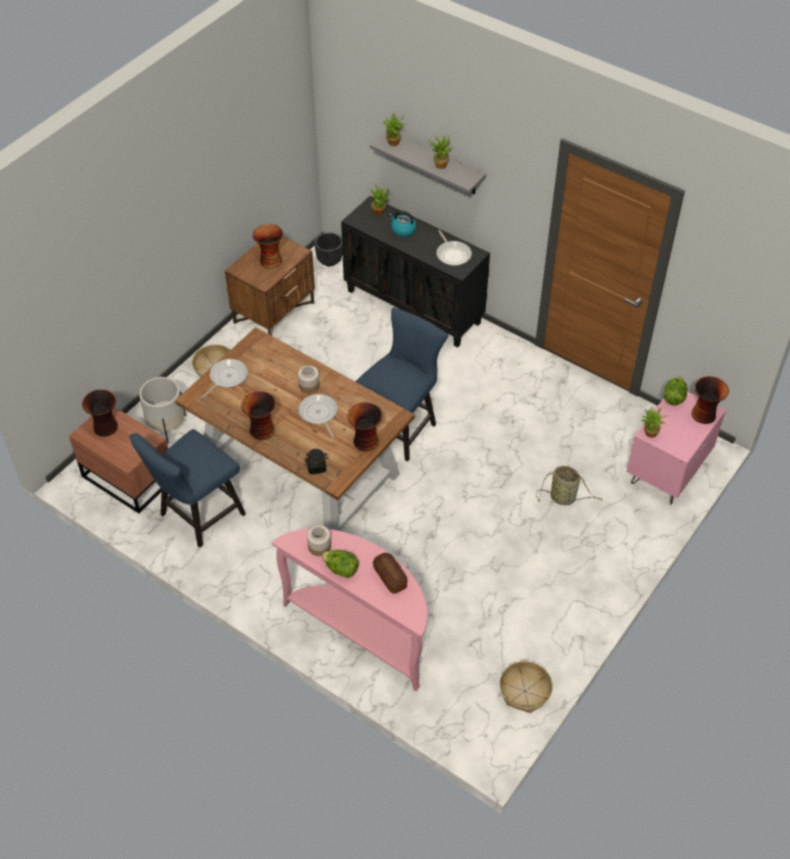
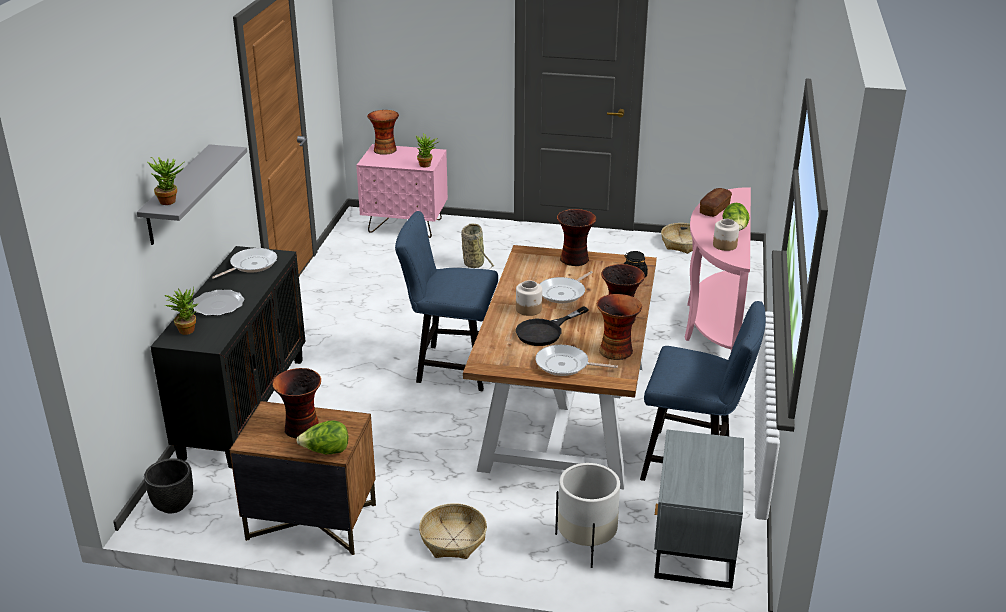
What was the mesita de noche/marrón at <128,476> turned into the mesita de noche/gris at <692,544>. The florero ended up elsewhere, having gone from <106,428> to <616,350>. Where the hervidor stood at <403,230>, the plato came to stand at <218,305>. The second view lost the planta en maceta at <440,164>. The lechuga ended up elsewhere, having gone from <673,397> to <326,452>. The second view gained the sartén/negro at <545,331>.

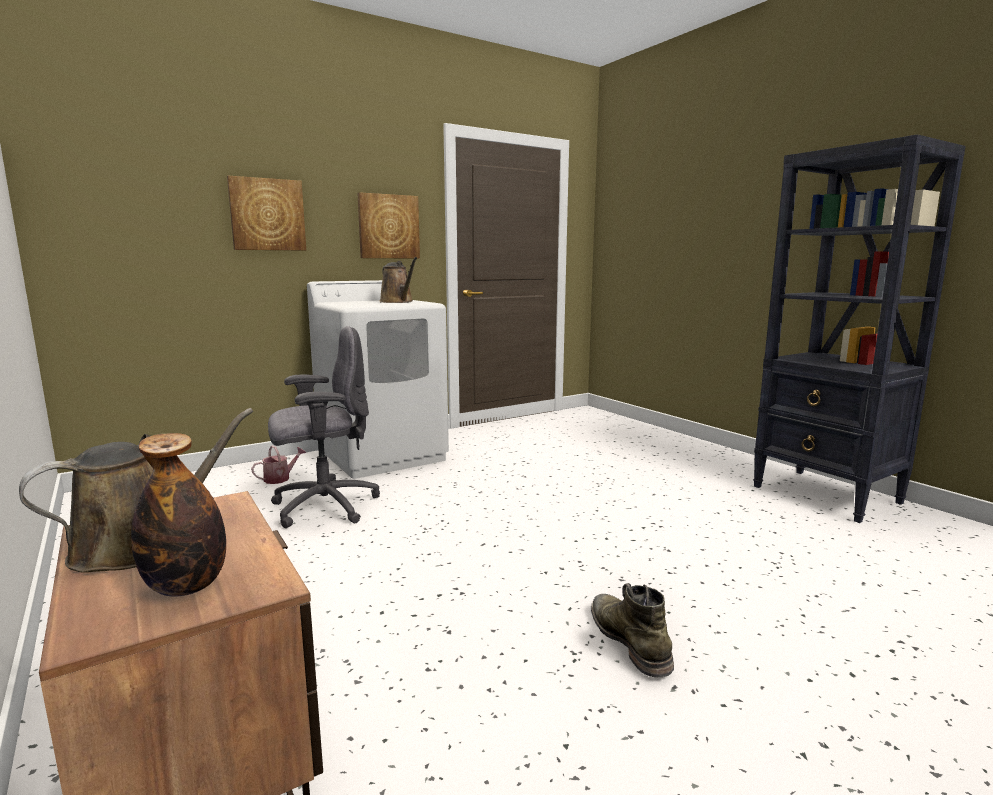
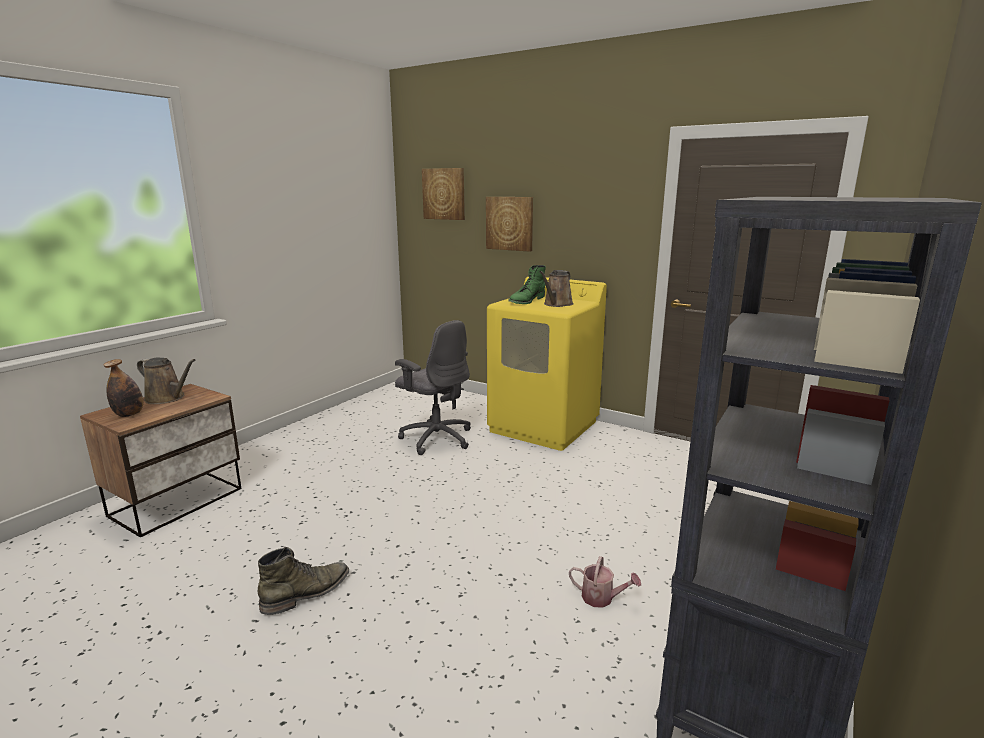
The regadera ended up elsewhere, having gone from <280,478> to <602,598>. What was the lavadora/blanco at <383,455> turned into the lavadora/amarillo at <544,426>. The cuadro ended up elsewhere, having gone from <388,226> to <444,194>. The second view gained the bota/verde at <526,301>.

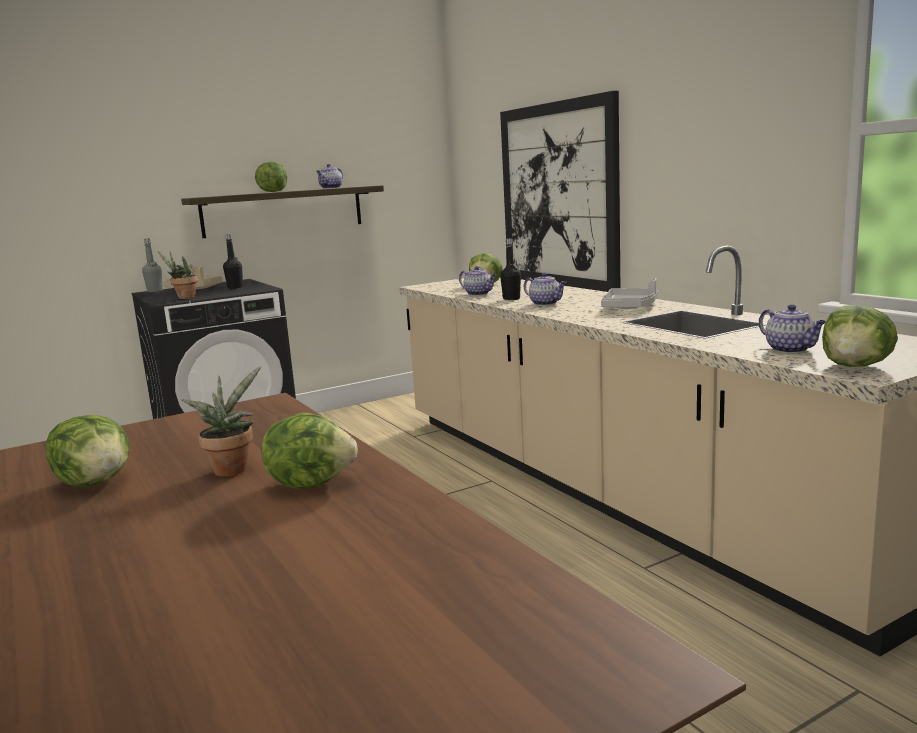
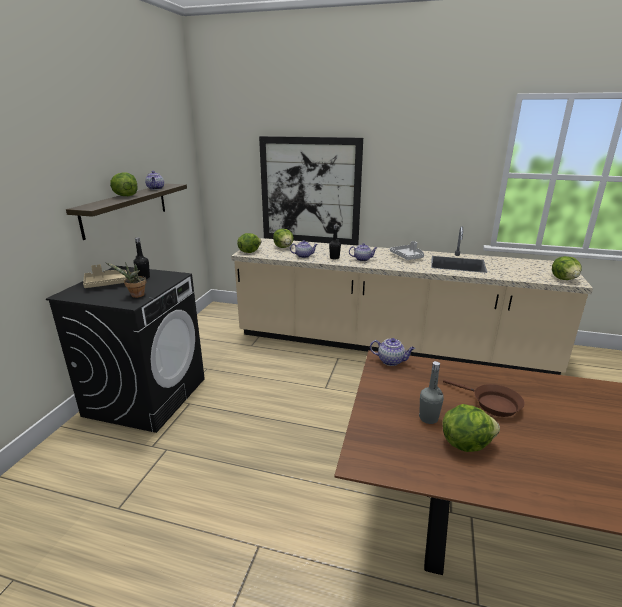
The botella/gris ended up elsewhere, having gone from <155,291> to <428,418>. Where the planta en maceta stood at <232,468>, the sartén/marrón came to stand at <492,404>. The lechuga ended up elsewhere, having gone from <311,483> to <249,252>. The tetera ended up elsewhere, having gone from <791,350> to <391,361>.

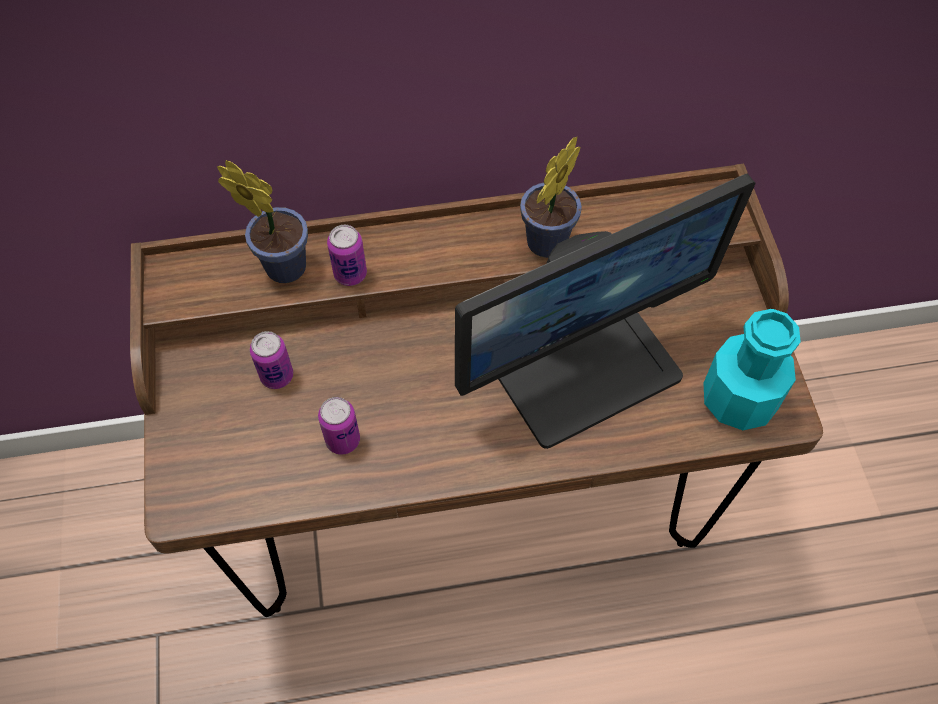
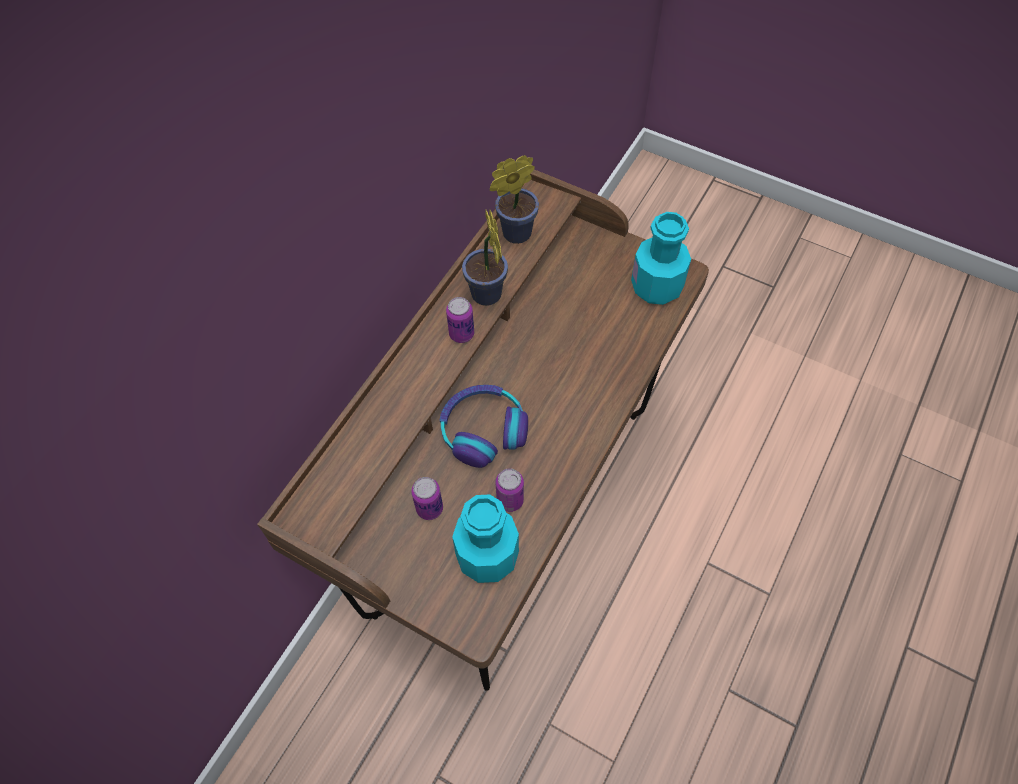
The planta en maceta ended up elsewhere, having gone from <281,265> to <513,234>. The lata ended up elsewhere, having gone from <350,274> to <461,334>. The second view lost the monitor at <585,369>. The second view gained the auriculares at <483,430>. The second view gained the botella/turquesa at <487,555>.

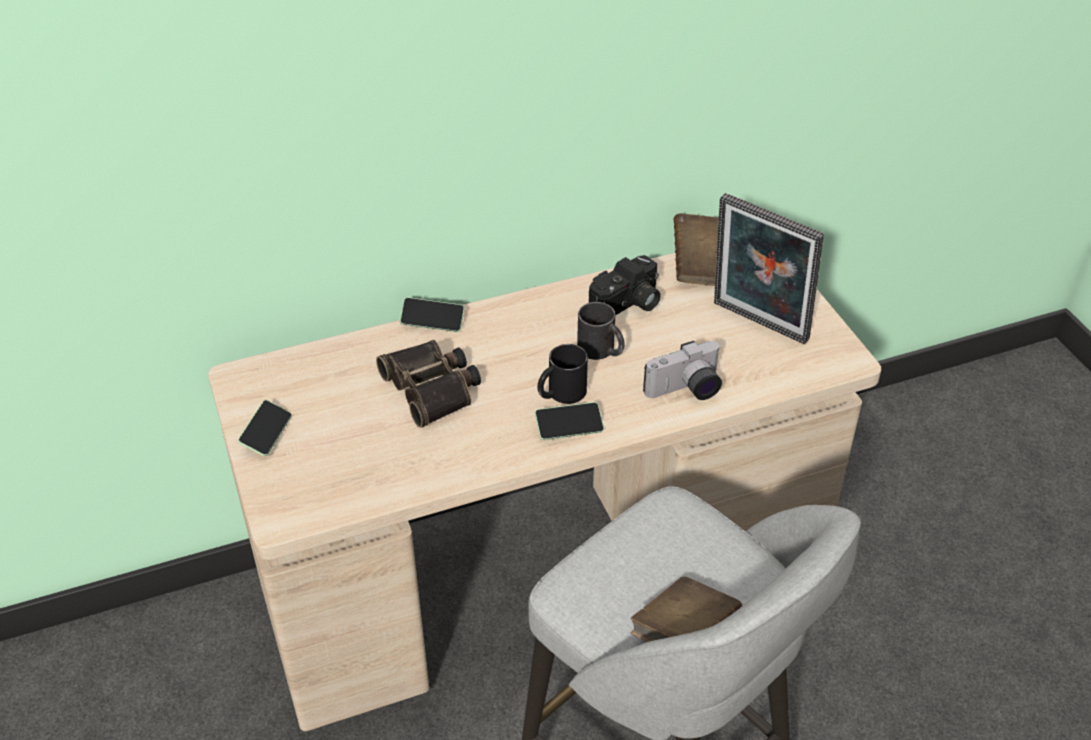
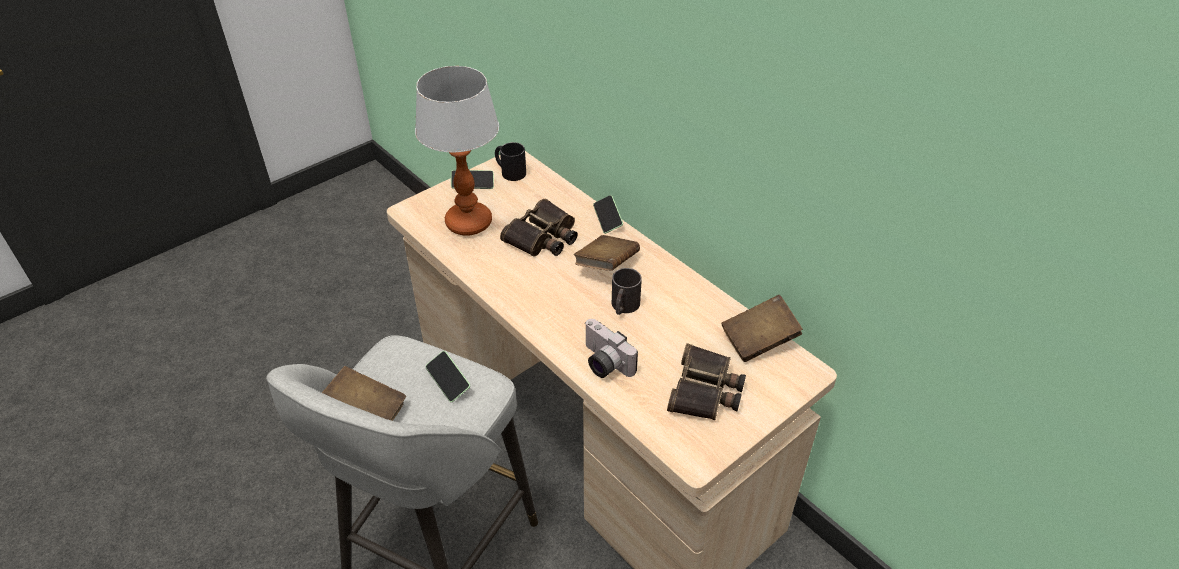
The móvil ended up elsewhere, having gone from <569,428> to <448,381>. The taza grande/negro ended up elsewhere, having gone from <560,393> to <509,171>. The second view lost the cámara at <628,305>. Where the portarretratos stood at <757,324>, the prismáticos came to stand at <706,391>. The second view gained the lámpara de mesa at <469,223>. The second view gained the libro/marrón at <606,265>.

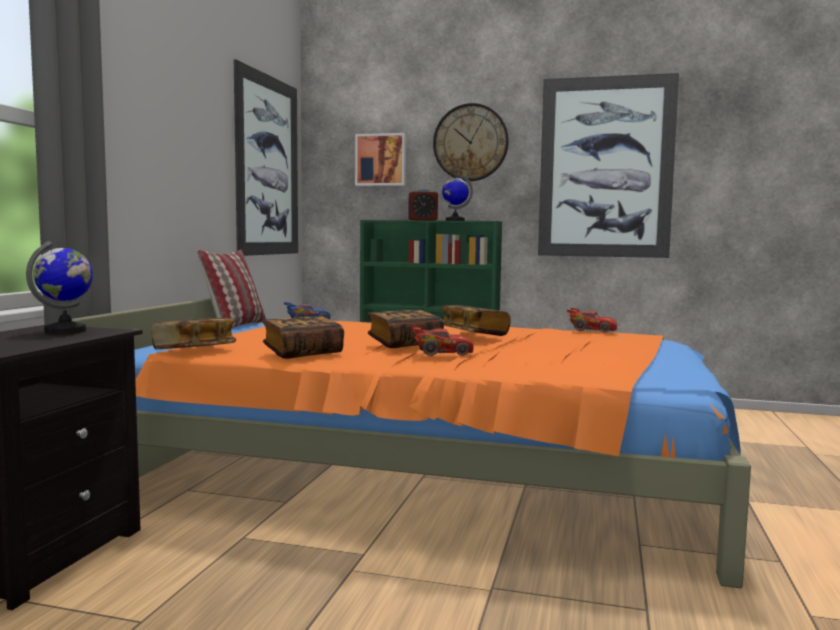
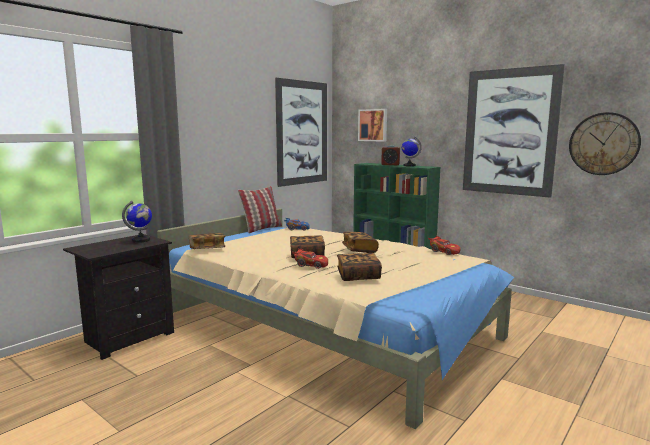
What was the cama/naranja at <425,475> turned into the cama/beis at <327,326>. The libro ended up elsewhere, having gone from <303,353> to <358,276>. The reloj de pared ended up elsewhere, having gone from <470,142> to <603,144>.

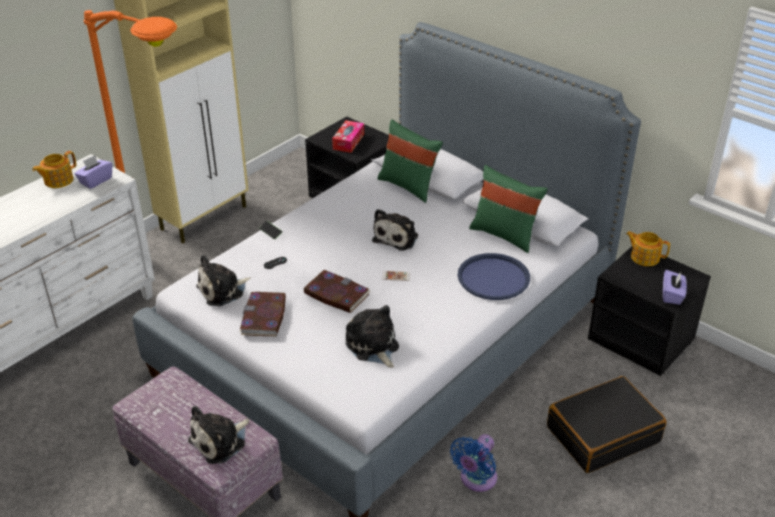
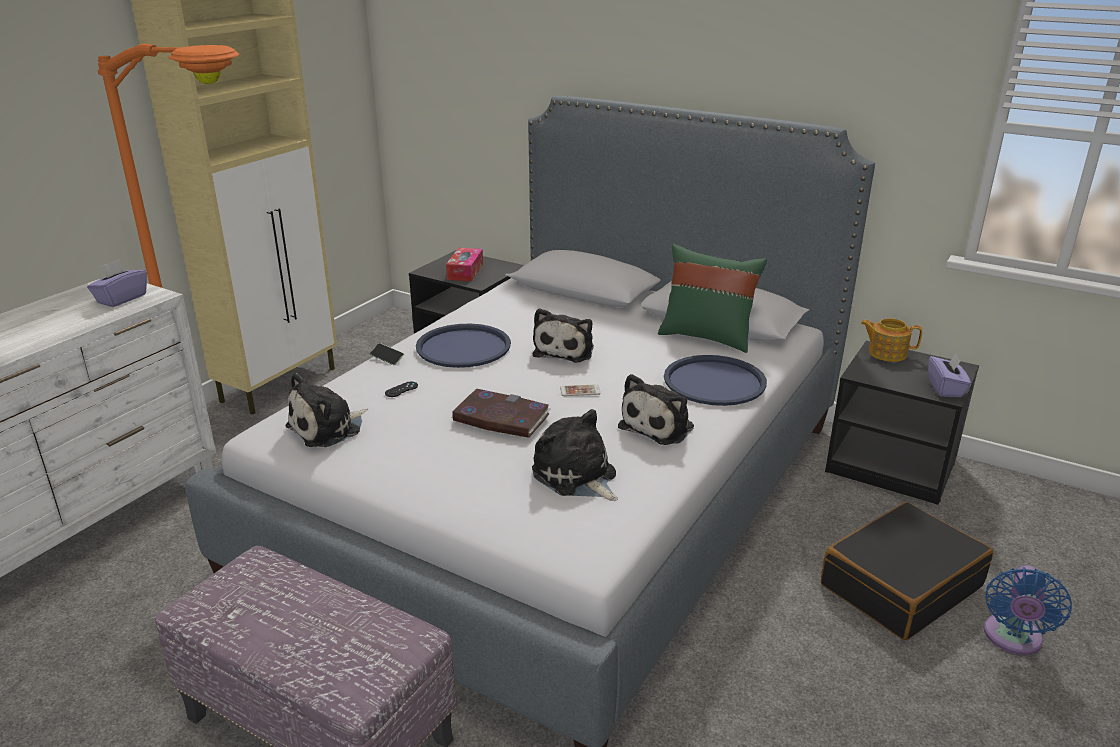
The second view lost the tetera at <58,180>. The peluche ended up elsewhere, having gone from <220,441> to <659,426>. The second view lost the libro at <264,317>. The second view lost the cojín/verde at <409,186>. The ventilador/azul ended up elsewhere, having gone from <476,480> to <1012,639>. The second view gained the bandeja/azul at <463,347>.

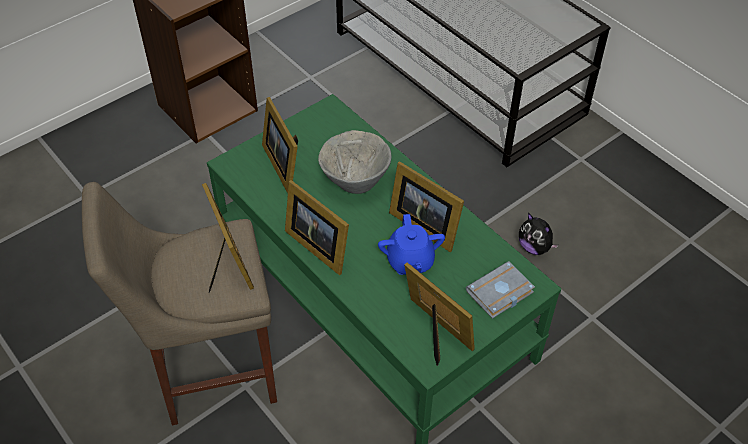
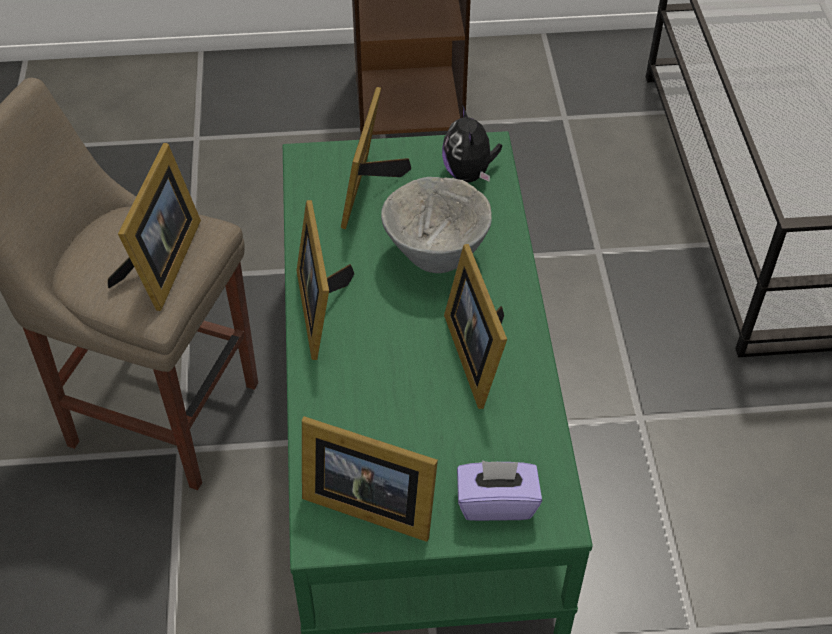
The second view lost the tetera/azul at <410,261>. The portarretratos at <436,332> ended up facing another way, 120 degrees clockwise from before. Where the libro/gris stood at <500,294>, the caja de pañuelos/morado came to stand at <496,502>. The peluche ended up elsewhere, having gone from <534,247> to <469,174>.

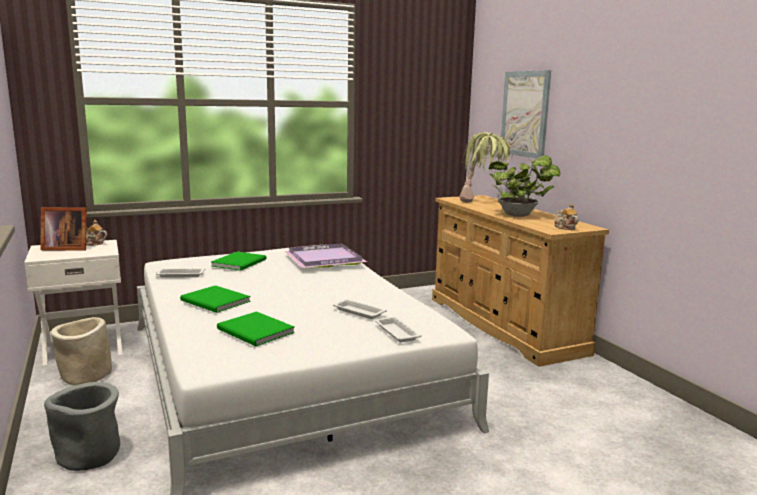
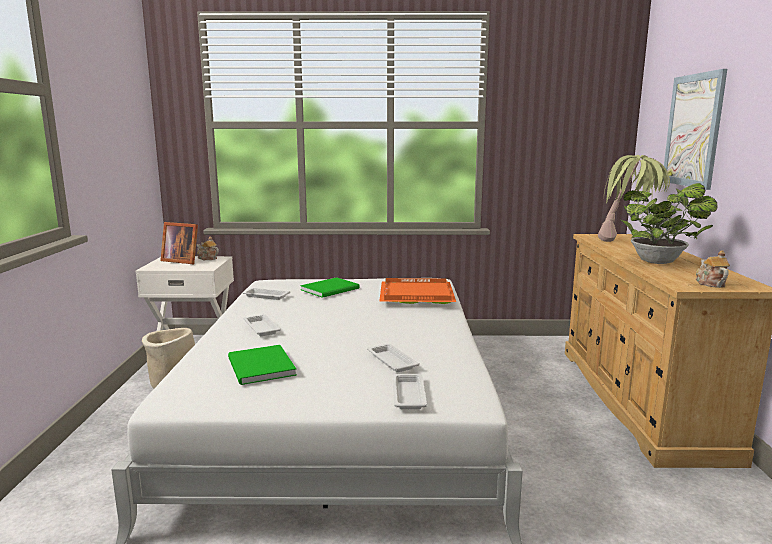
The second view lost the maceta/gris at <89,456>. Where the libro/verde stood at <215,302>, the bandeja/blanco came to stand at <261,328>. What was the bandeja/morado at <323,259> turned into the bandeja/naranja at <415,294>.

